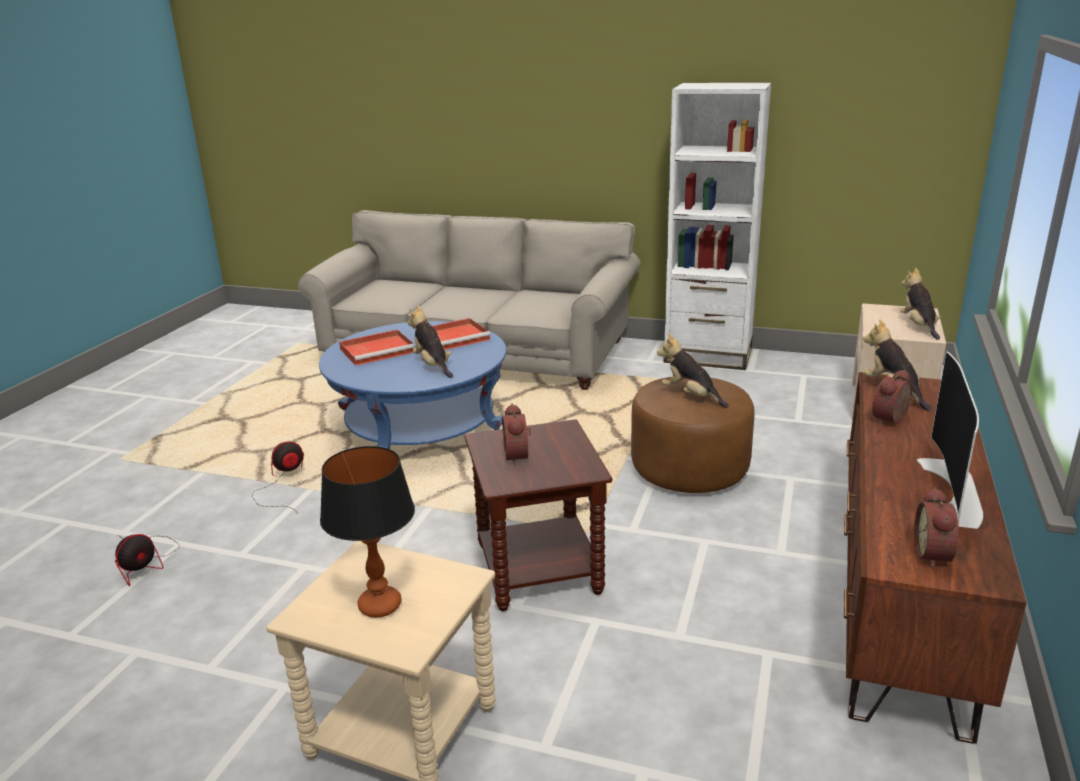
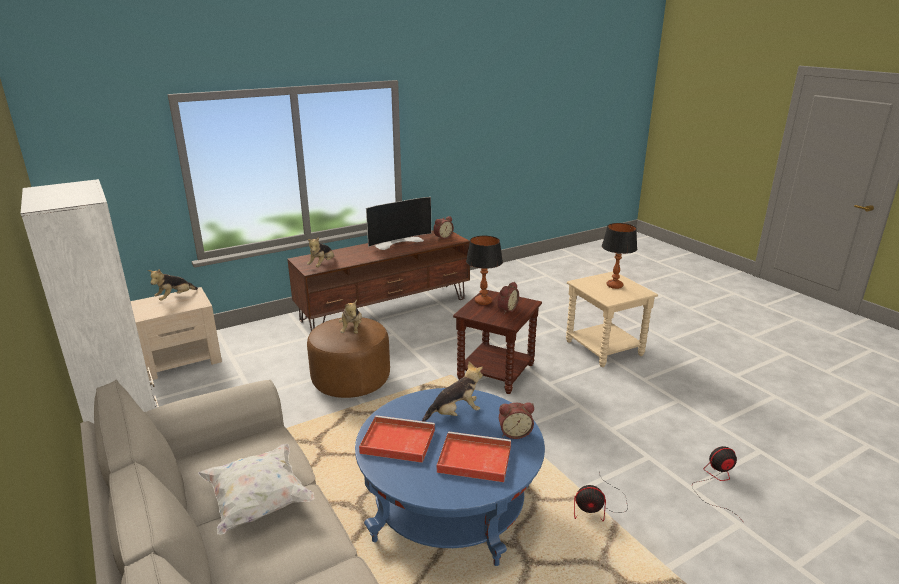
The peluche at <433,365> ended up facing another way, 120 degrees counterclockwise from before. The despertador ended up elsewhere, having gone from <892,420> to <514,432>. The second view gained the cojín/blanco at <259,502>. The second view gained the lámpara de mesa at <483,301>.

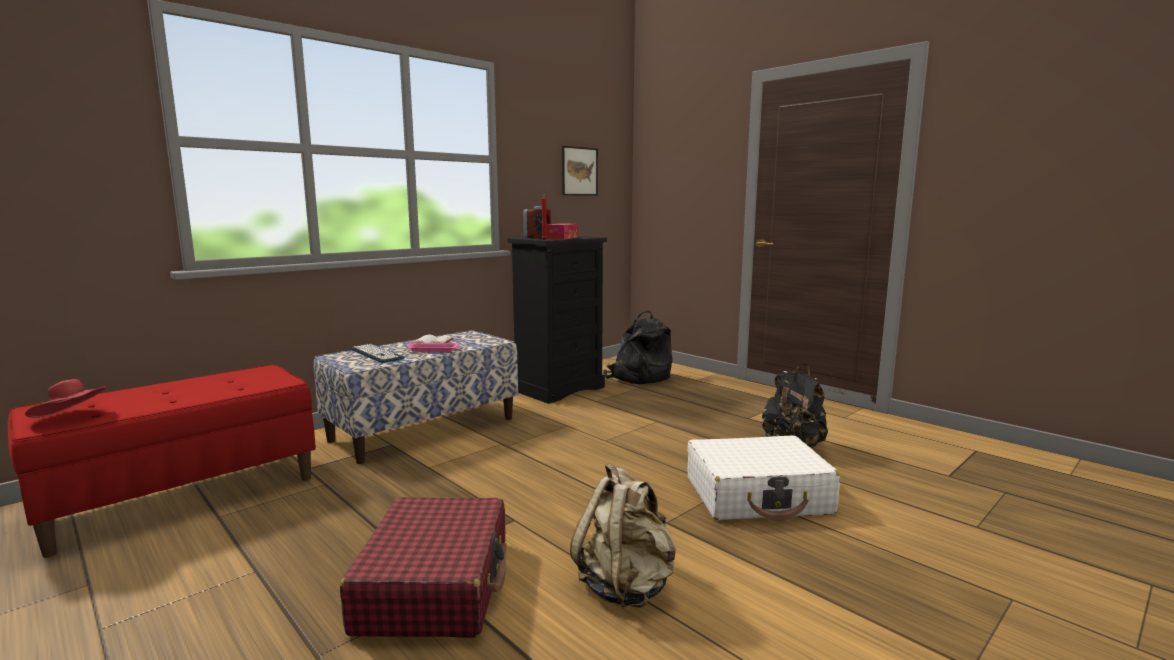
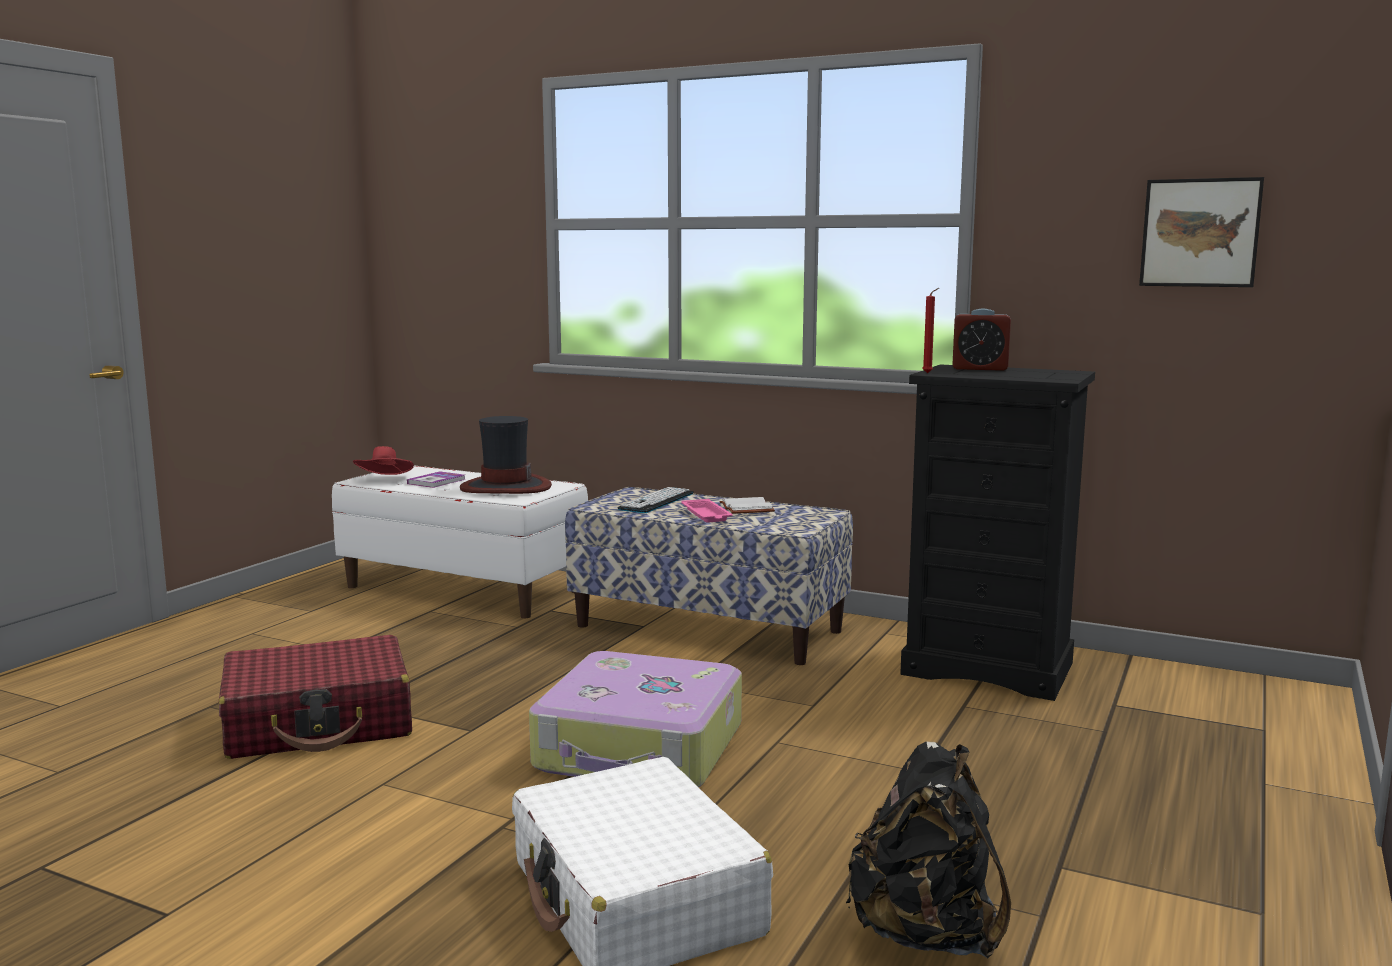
What was the banco/rojo at <184,496> turned into the banco/blanco at <464,589>. The second view lost the caja de pañuelos at <561,238>. The second view lost the mochila/beis at <626,586>. The second view lost the mochila/negro at <639,377>. The second view gained the libro at <436,481>. The second view gained the sombrero at <505,487>. The second view gained the maleta at <641,748>.

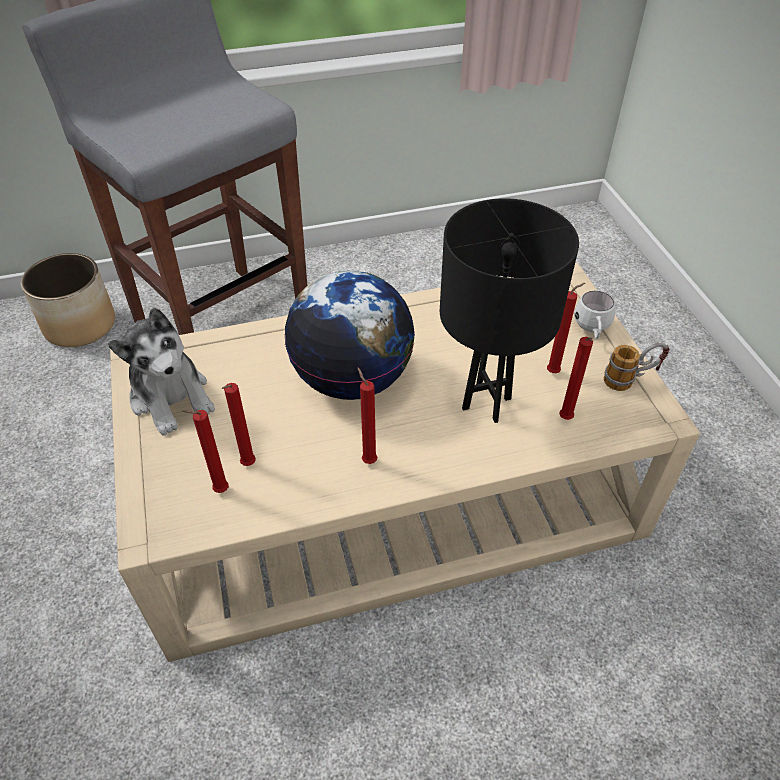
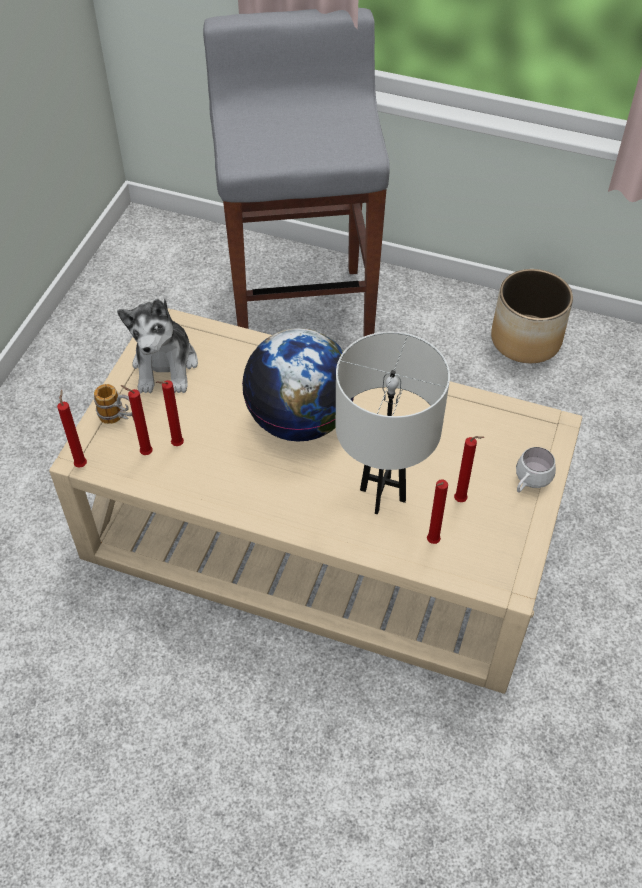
The maceta ended up elsewhere, having gone from <81,325> to <526,339>. The vela/rojo ended up elsewhere, having gone from <368,460> to <81,463>. What was the lámpara de mesa/negro at <487,403> turned into the lámpara de mesa/blanco at <383,495>. The taza grande ended up elsewhere, having gone from <630,380> to <120,419>.

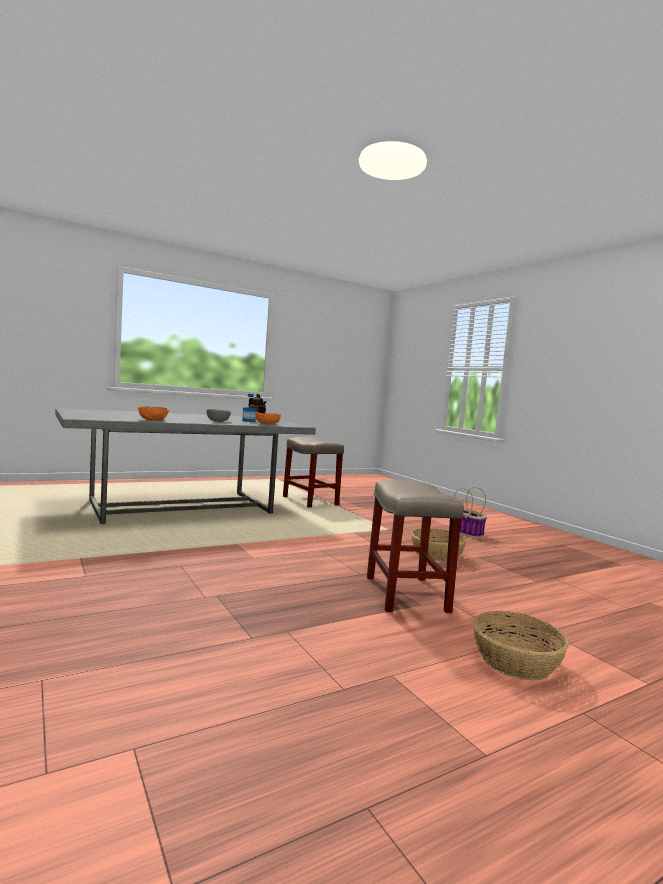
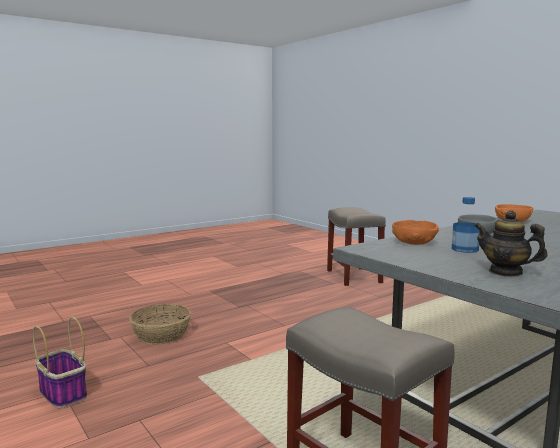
The taburete/beis ended up elsewhere, having gone from <407,594> to <353,276>. The second view lost the cesta at <516,662>.

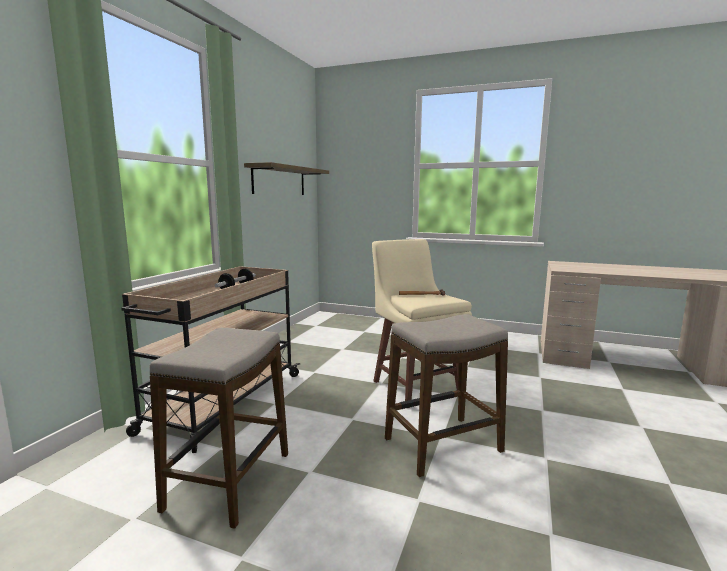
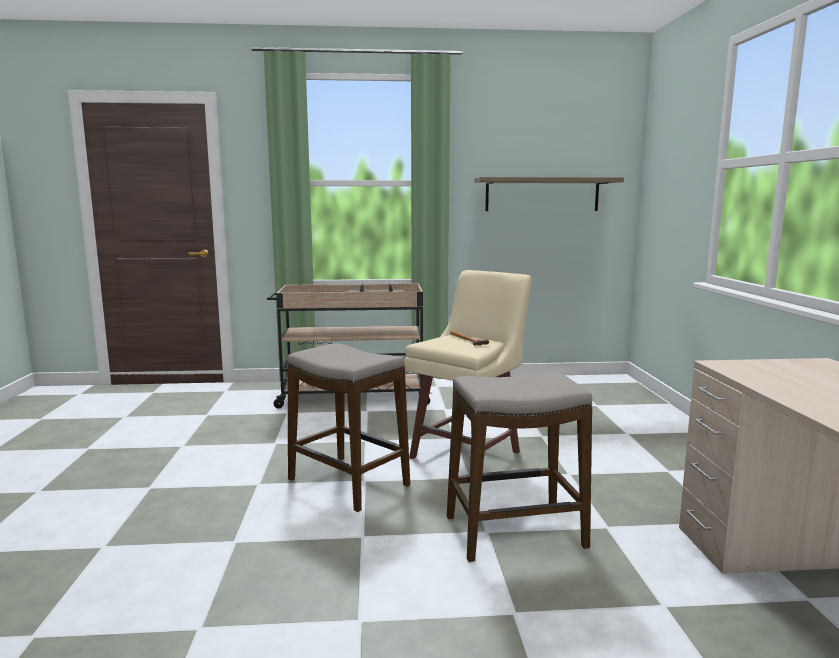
The taburete ended up elsewhere, having gone from <229,481> to <514,532>.

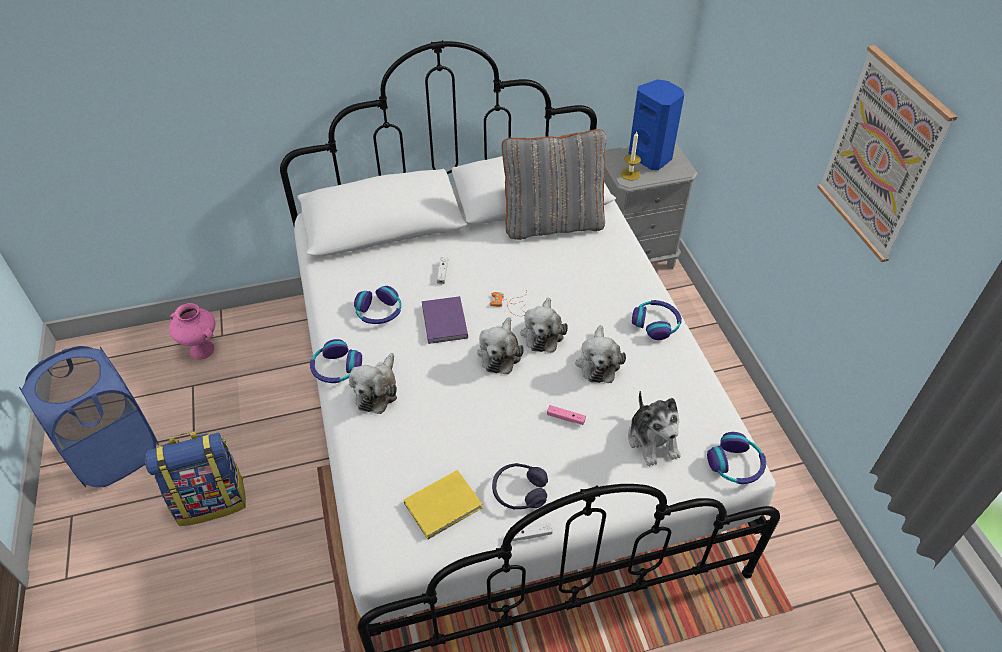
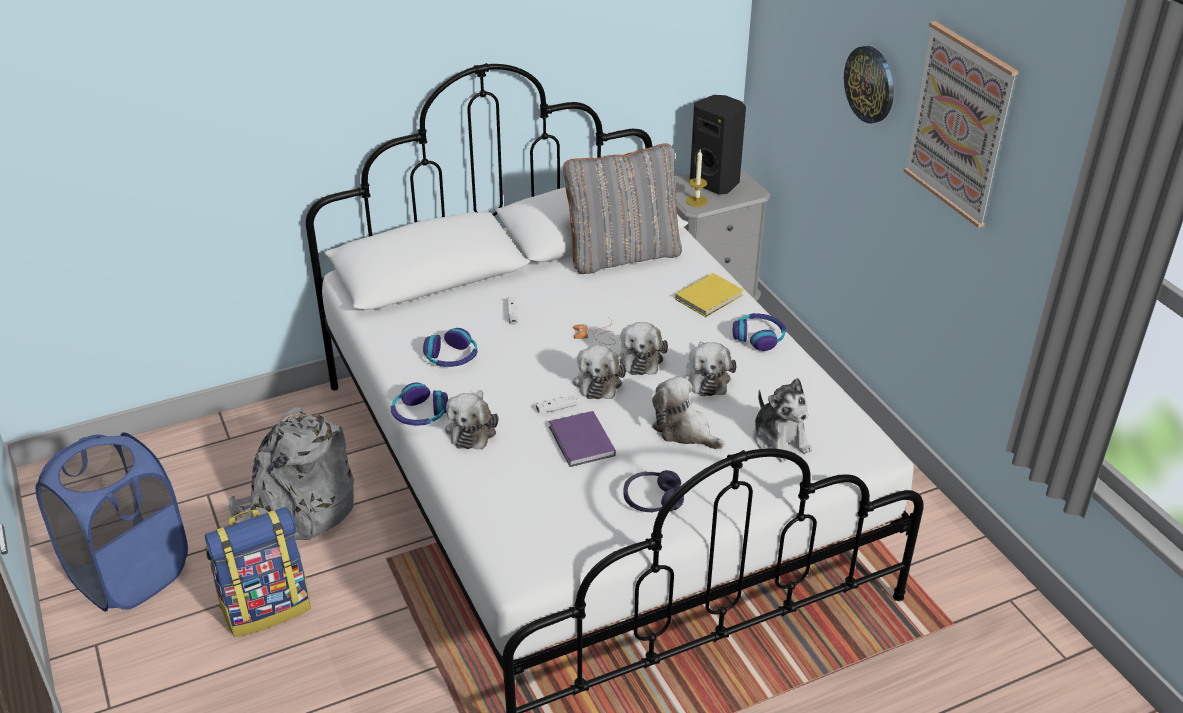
The second view lost the florero/rosa at <203,350>. The libro/amarillo ended up elsewhere, having gone from <445,505> to <711,297>. The libro/morado ended up elsewhere, having gone from <444,323> to <581,442>. The mando de consola/blanco ended up elsewhere, having gone from <530,535> to <556,408>. Where the mando de consola/rosa stood at <565,418>, the peluche came to stand at <684,431>. What was the altavoz/azul at <651,157> turned into the altavoz/negro at <716,183>. The second view lost the auriculares at <735,465>. The second view gained the mochila/gris at <298,508>. The second view gained the reloj de pared at <870,84>.

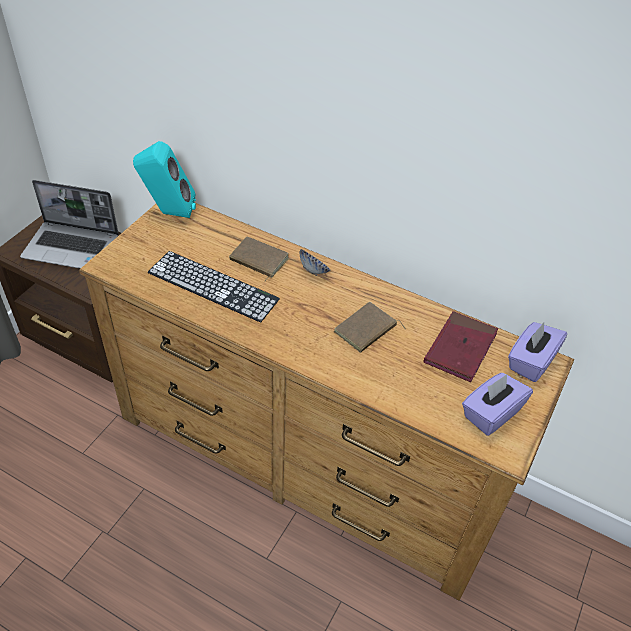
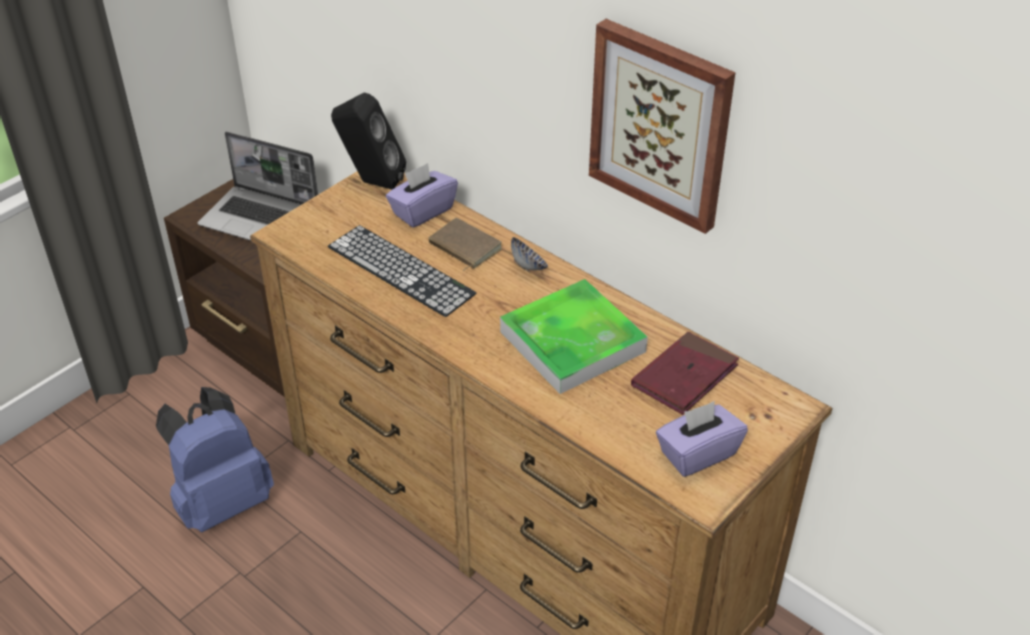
What was the altavoz/turquesa at <168,213> turned into the altavoz/negro at <371,182>. Where the libro/marrón stood at <366,330>, the bandeja came to stand at <572,341>. The caja de pañuelos/morado ended up elsewhere, having gone from <530,361> to <422,211>. The second view gained the mochila/azul at <222,501>. The second view gained the cuadro at <661,124>.

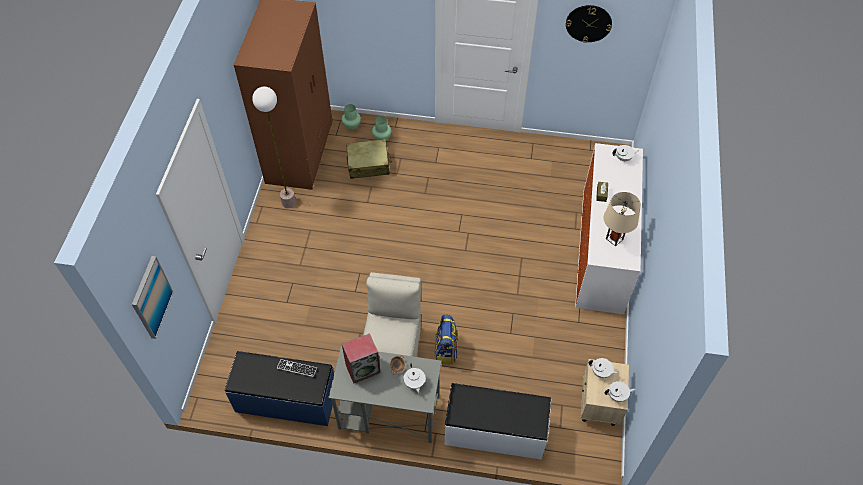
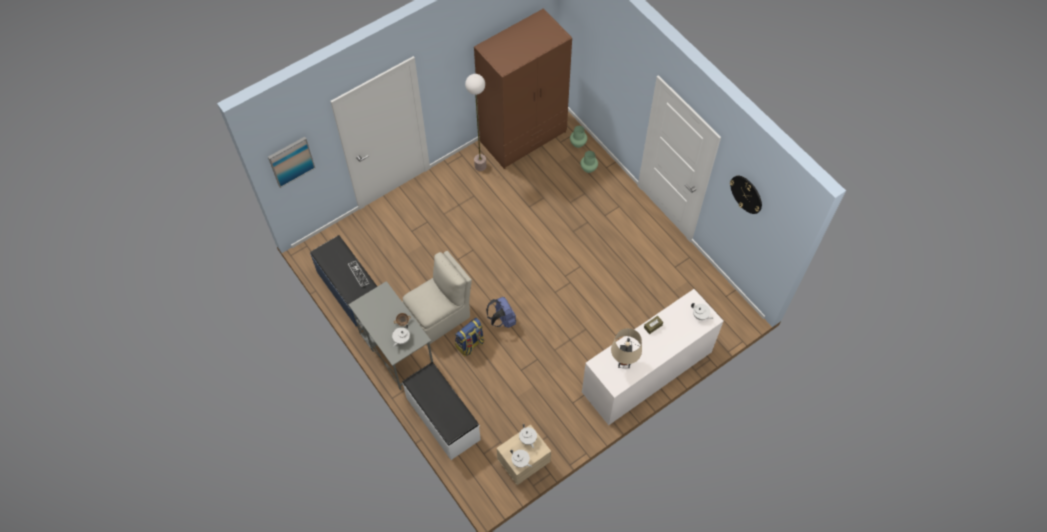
The second view lost the altavoz at <363,368>. The second view lost the maleta/beis at <368,164>. The second view gained the mochila/azul at <502,320>.

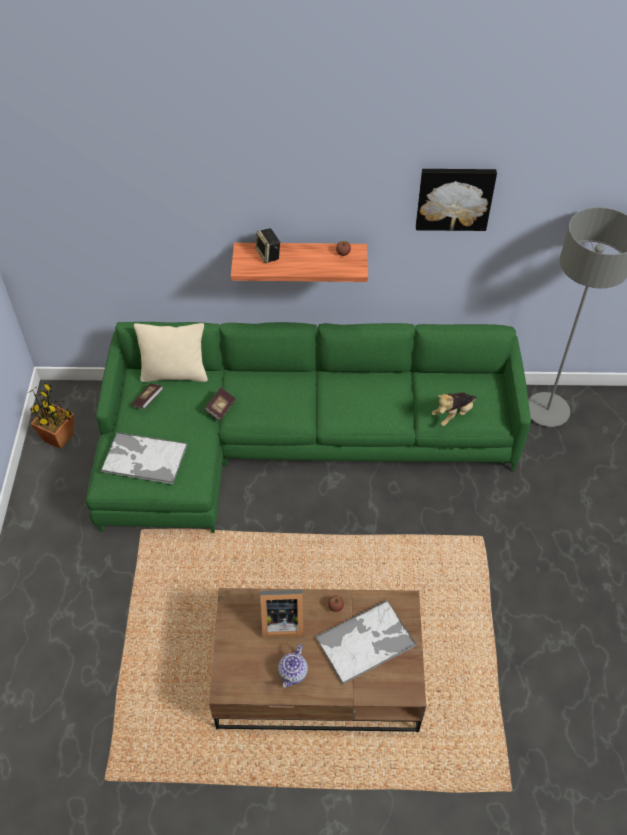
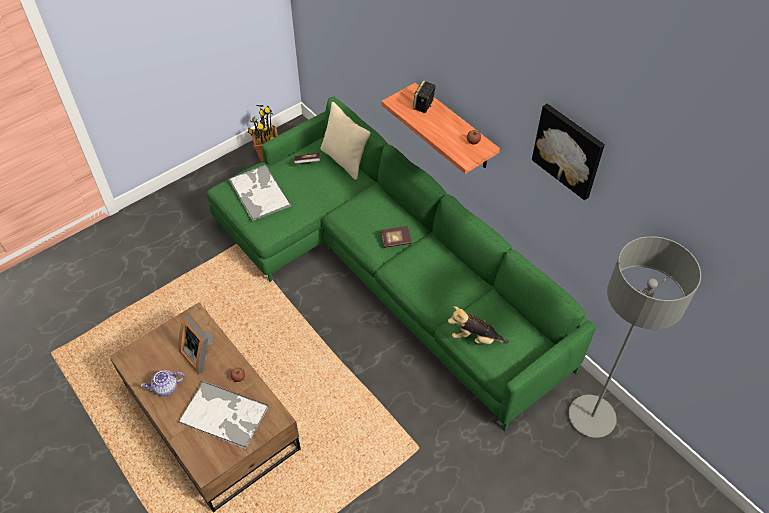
The libro ended up elsewhere, having gone from <220,408> to <396,241>.

